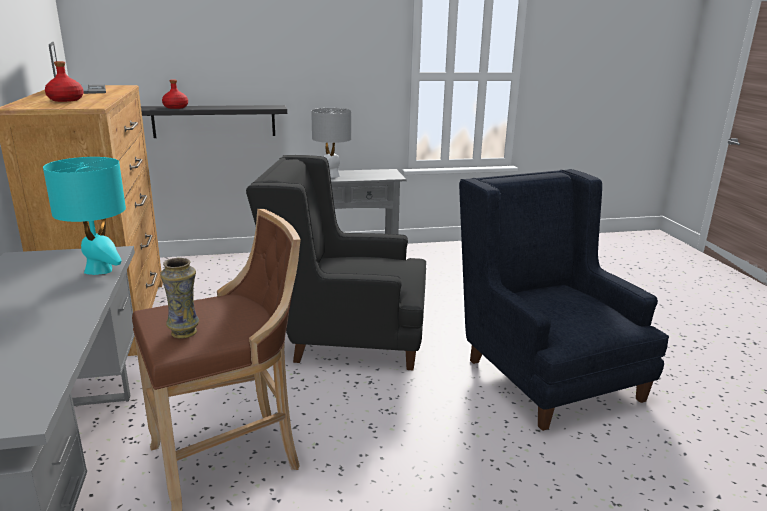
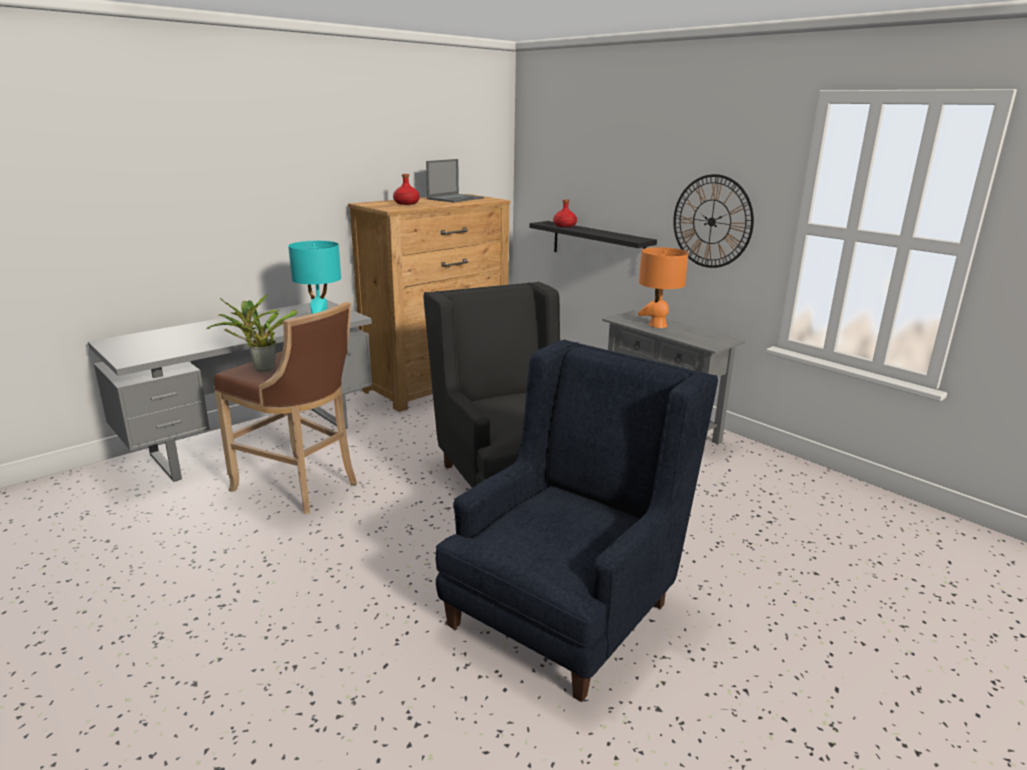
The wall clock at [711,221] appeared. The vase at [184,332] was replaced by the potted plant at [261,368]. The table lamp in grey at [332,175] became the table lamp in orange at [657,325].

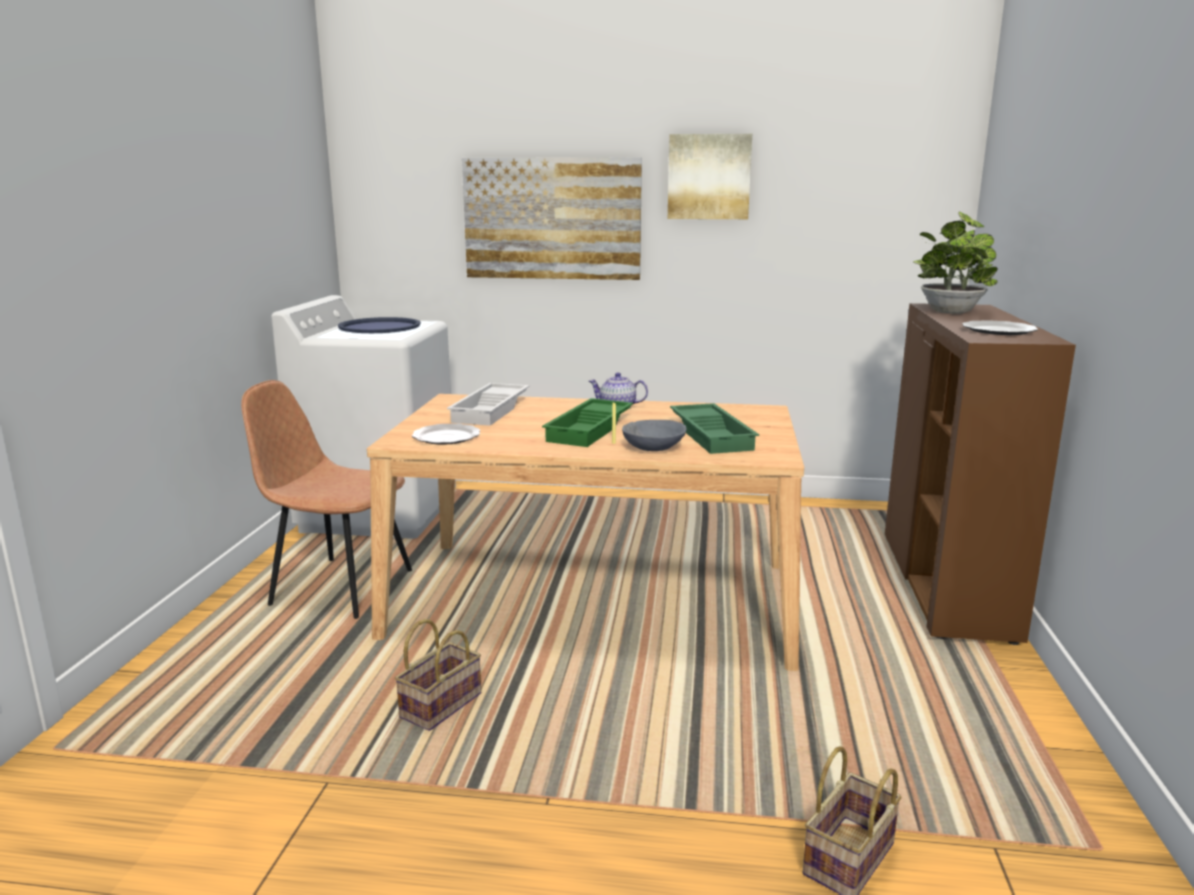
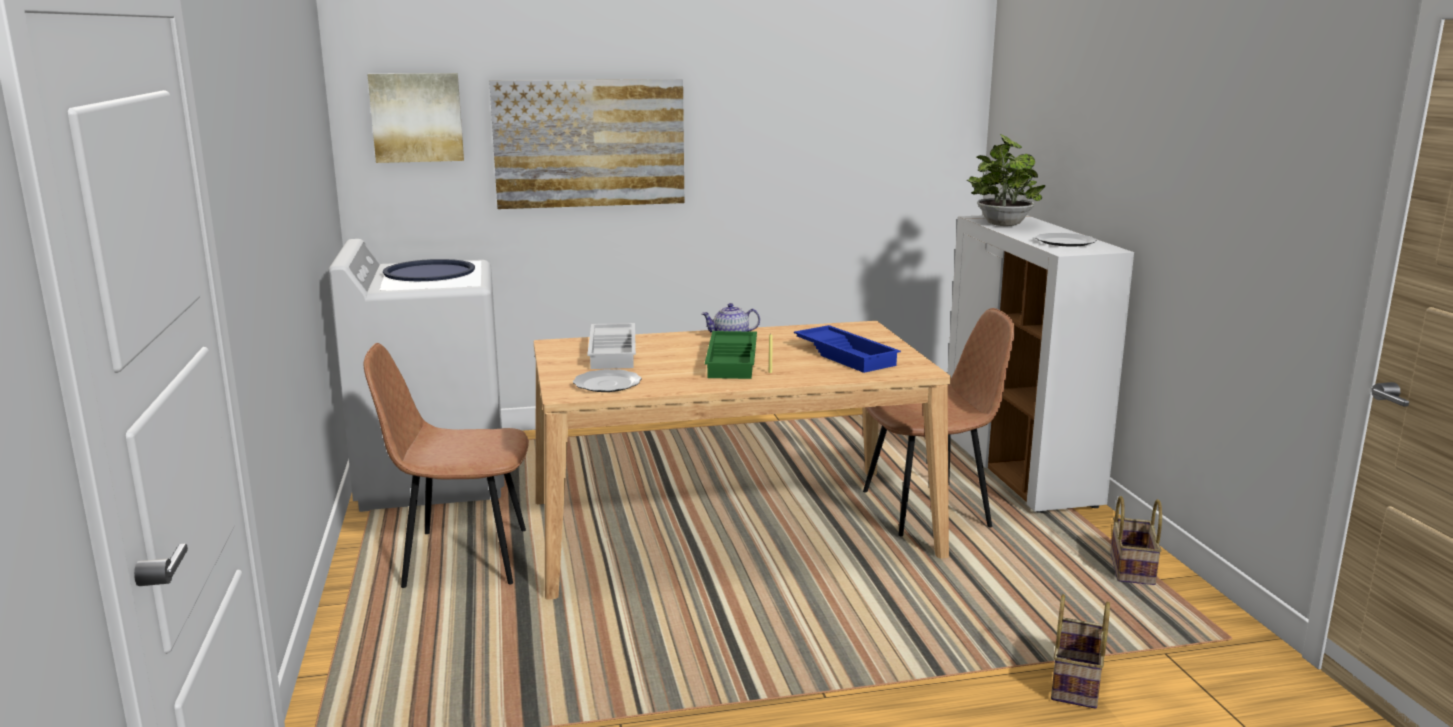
The bowl in grey at [654,448] disappeared. The chair in brown at [929,509] appeared. The basket moved from [441,704] to [1130,567]. The picture moved from [709,177] to [417,117]. The tray in green at [713,435] became the tray in blue at [847,355]. The cabinet in brown at [947,587] became the cabinet in white at [1019,470].

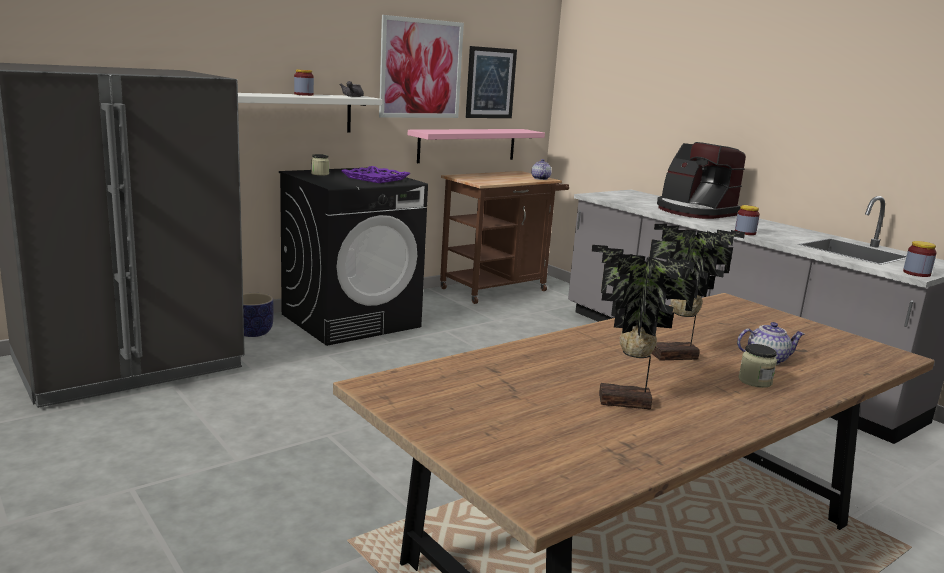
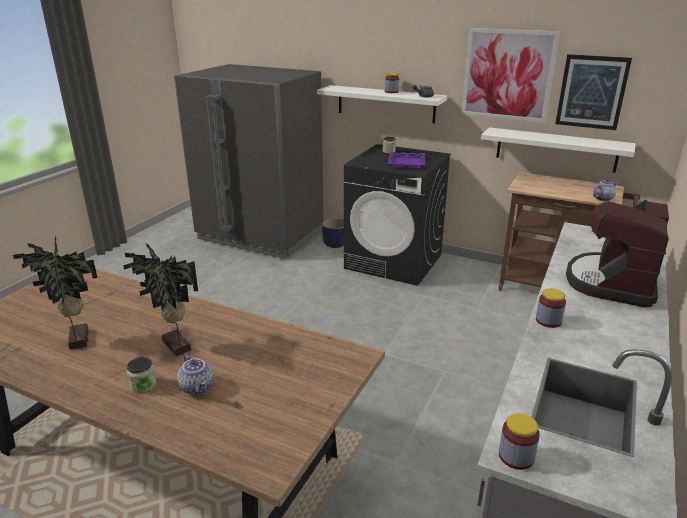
The shelf in pink at [467,145] became the shelf in white at [556,149].

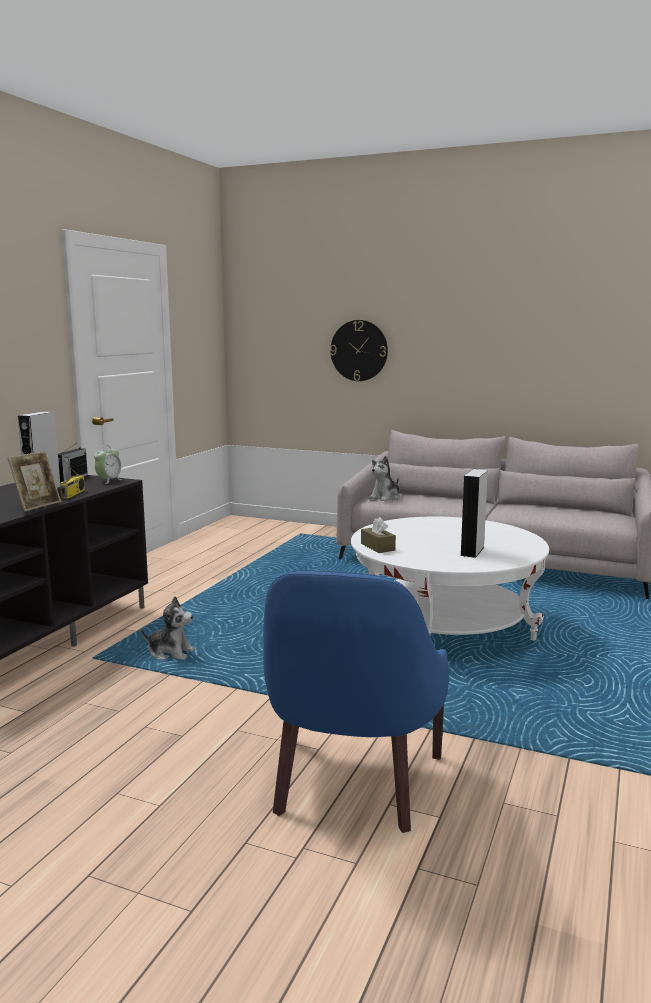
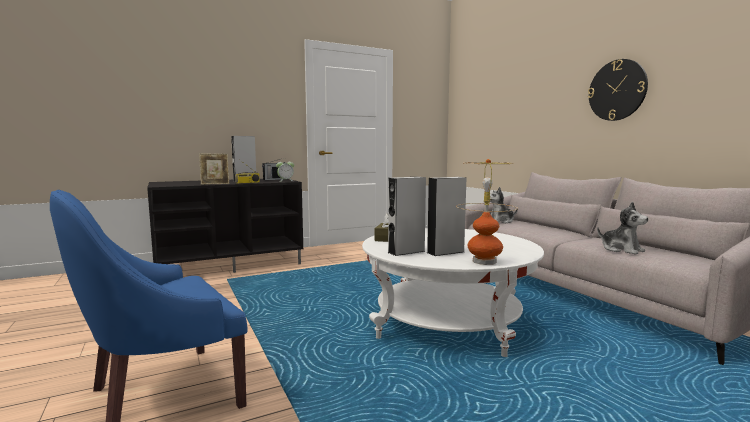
The speaker in grey at [406,252] appeared. The table lamp at [484,261] appeared. The plush toy moved from [170,653] to [621,250]. The wall clock moved from [359,350] to [617,90].

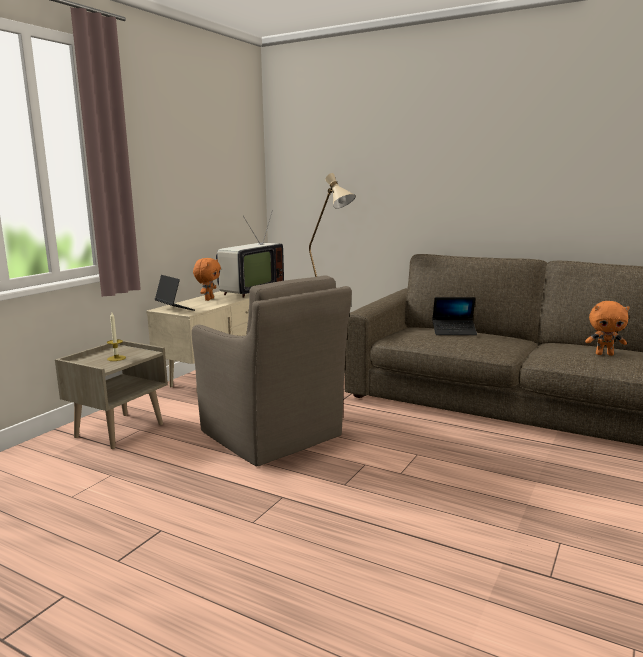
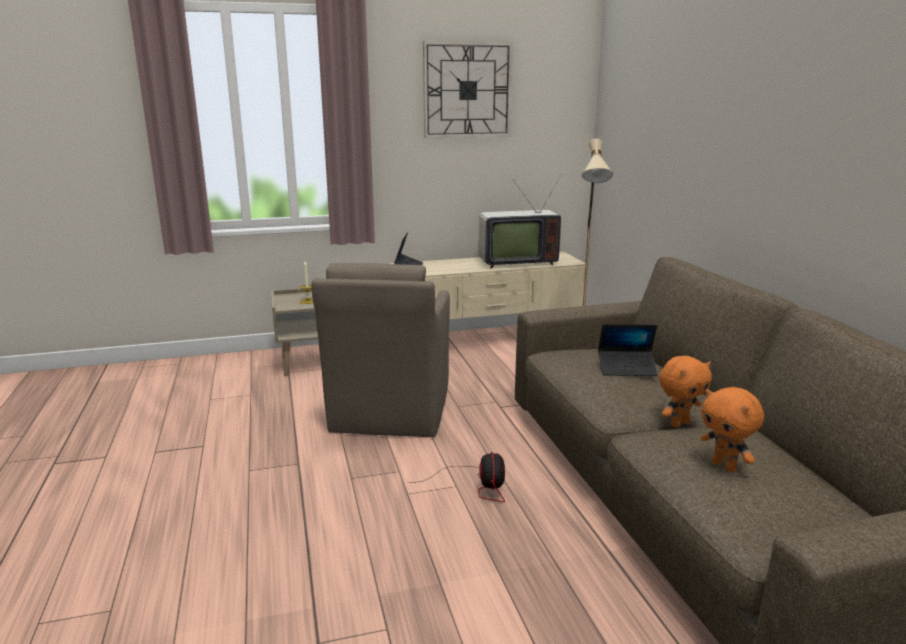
The fan at [476,486] appeared. The wall clock at [467,90] appeared. The plush toy in orange moved from [208,299] to [679,423]. The laptop at [454,332] turned 45 degrees counterclockwise.

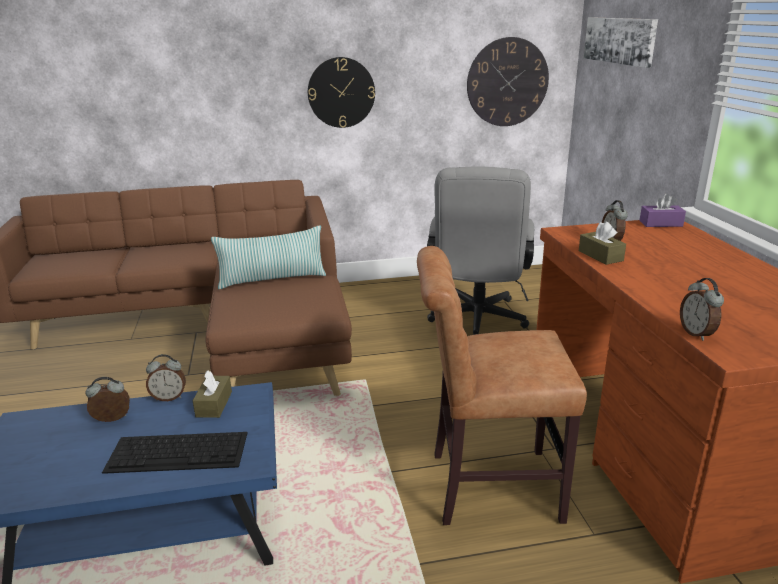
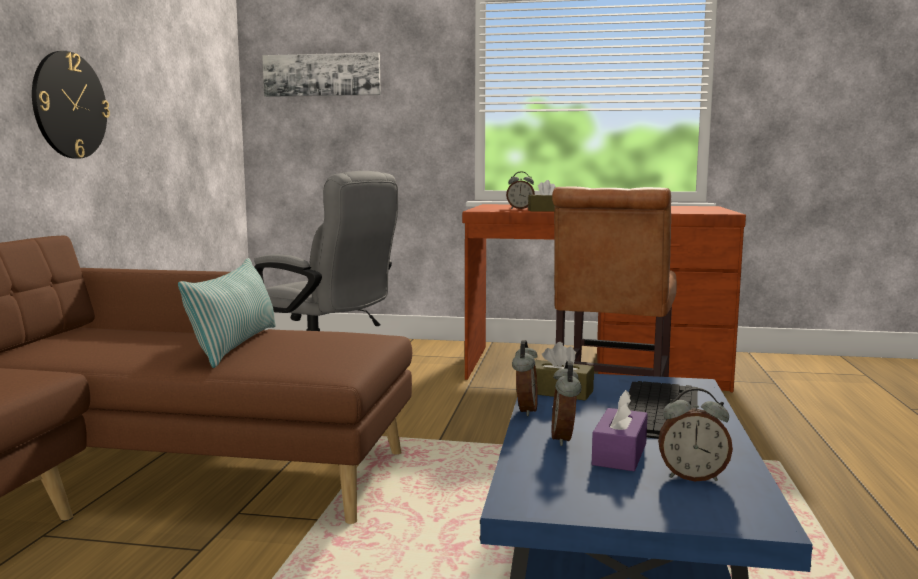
The wall clock at [507,82] disappeared. The tissue box in purple moved from [660,223] to [619,454]. The alarm clock moved from [697,333] to [692,477].

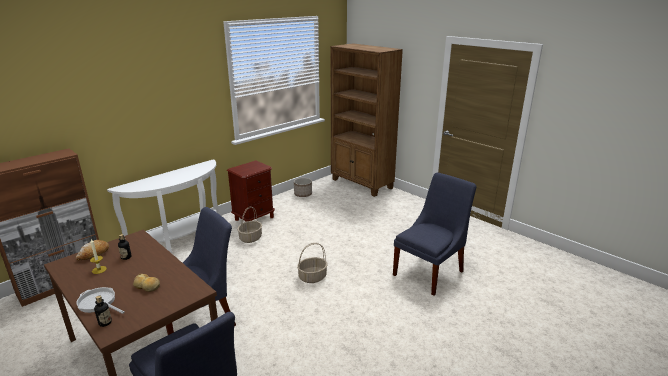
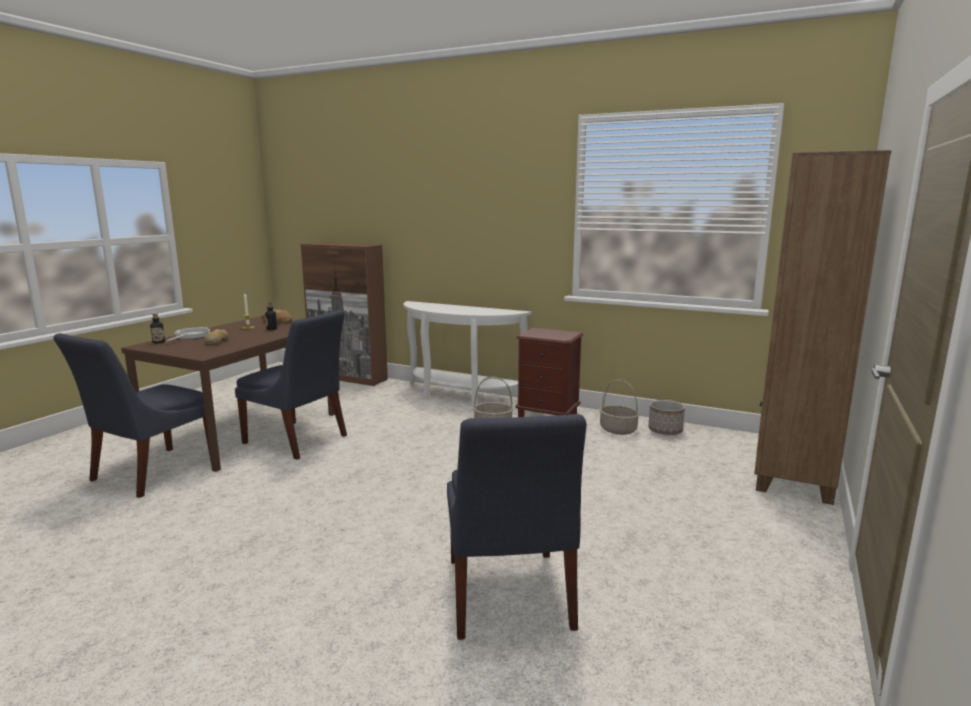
The basket moved from [312,277] to [618,430]. The chair in blue at [430,271] turned 60 degrees clockwise.

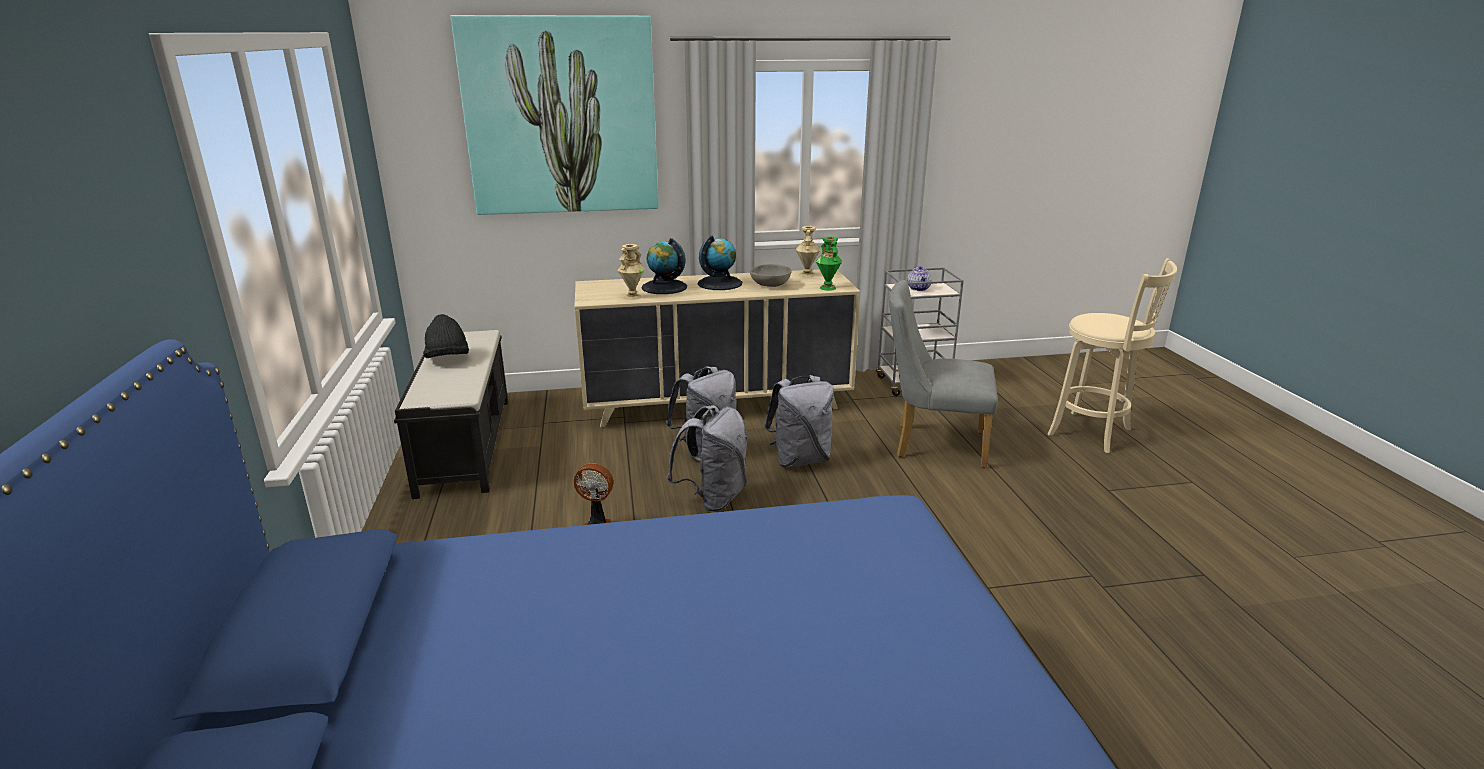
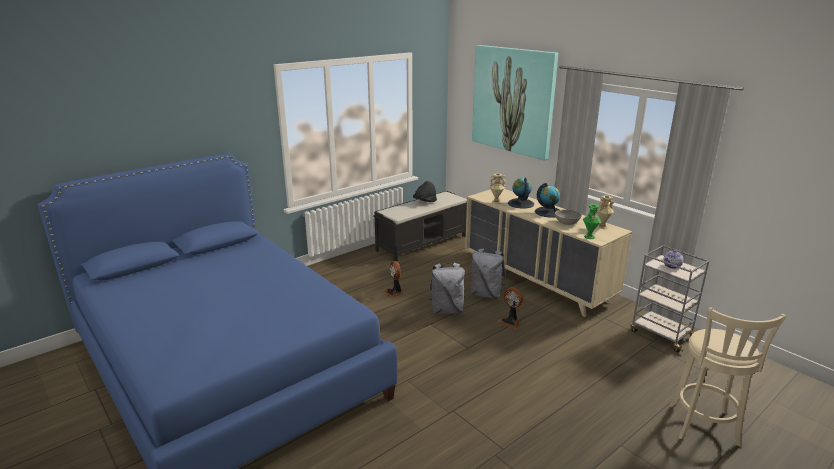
The chair in grey at [932,444] disappeared. The backpack in grey at [800,459] was replaced by the fan at [510,322].

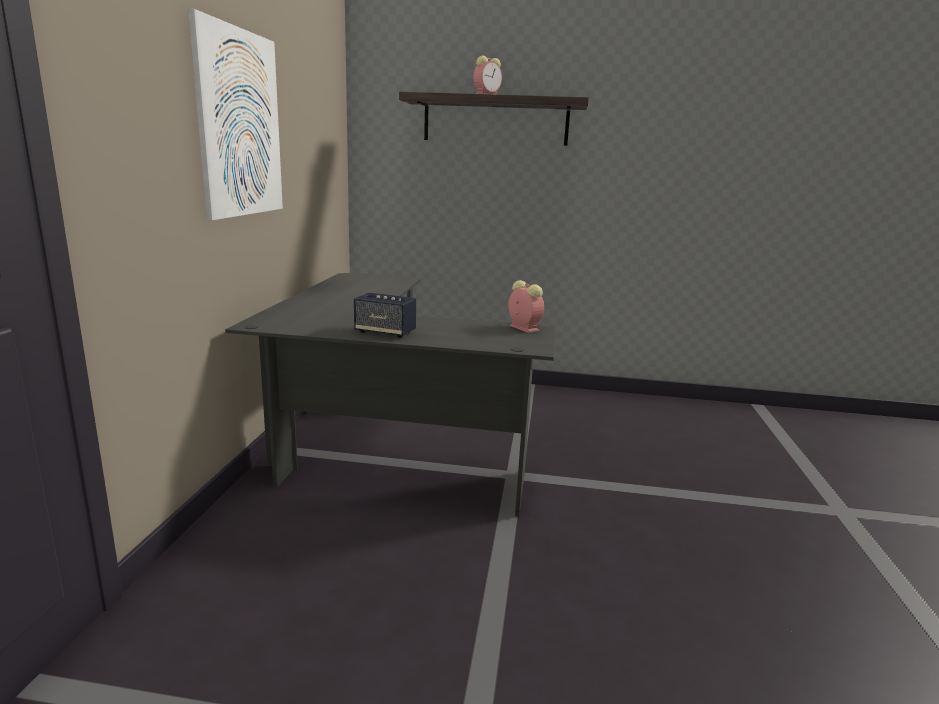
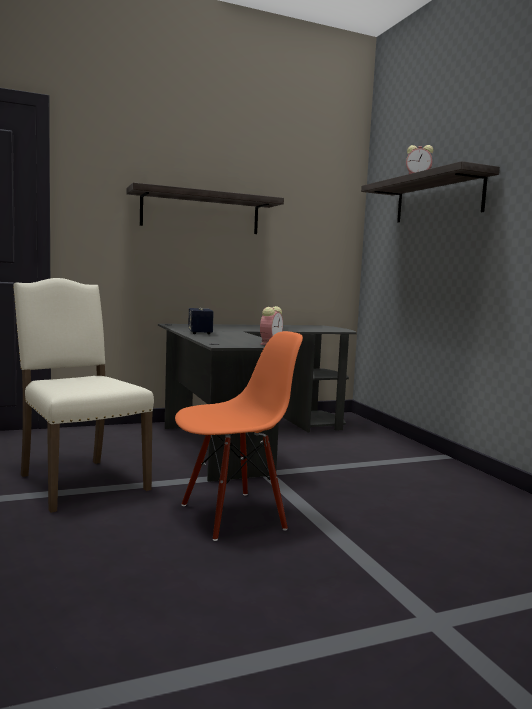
The chair in beige at [79,482] appeared. The chair in orange at [233,515] appeared. The picture at [240,124] was replaced by the shelf at [200,212].

